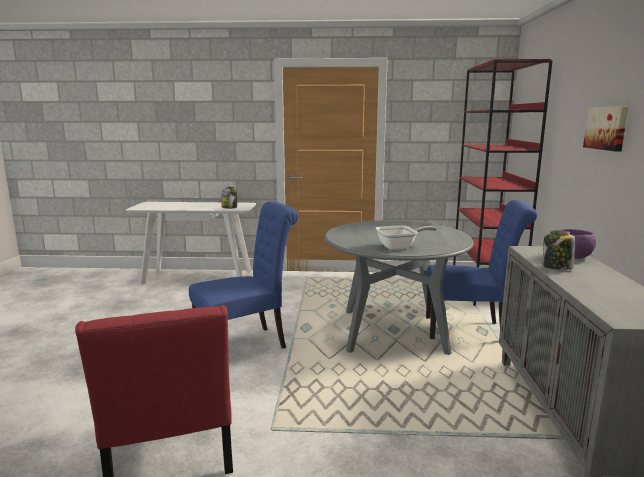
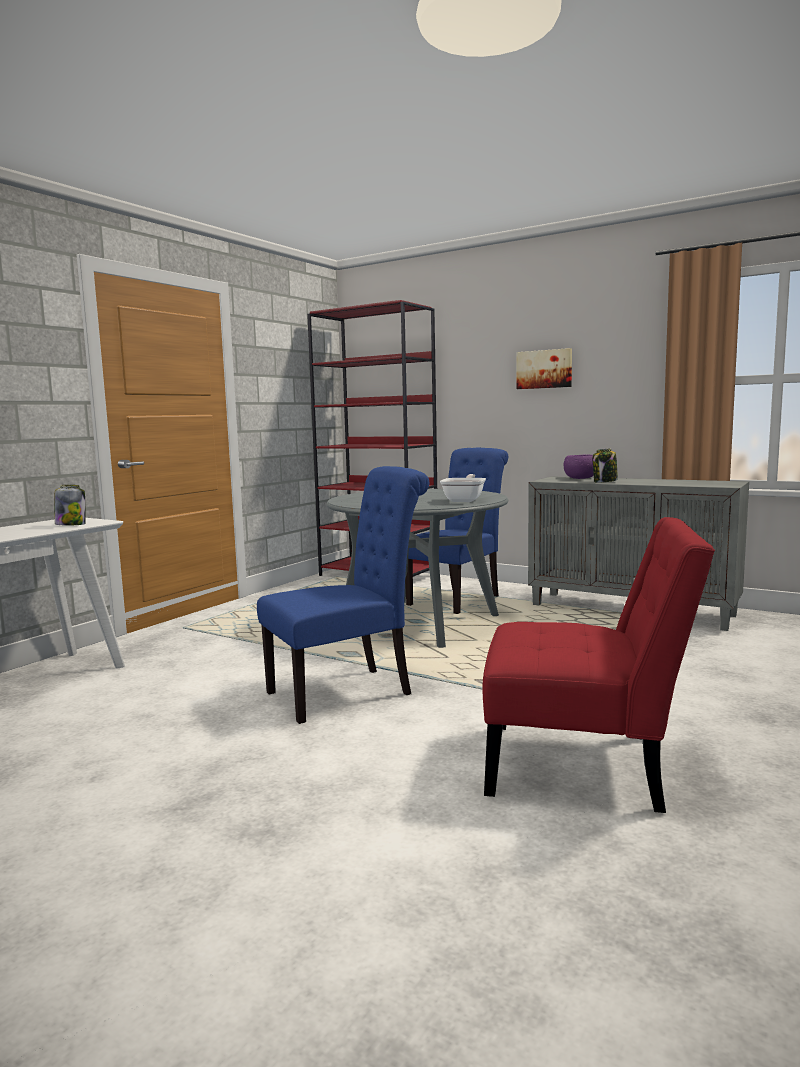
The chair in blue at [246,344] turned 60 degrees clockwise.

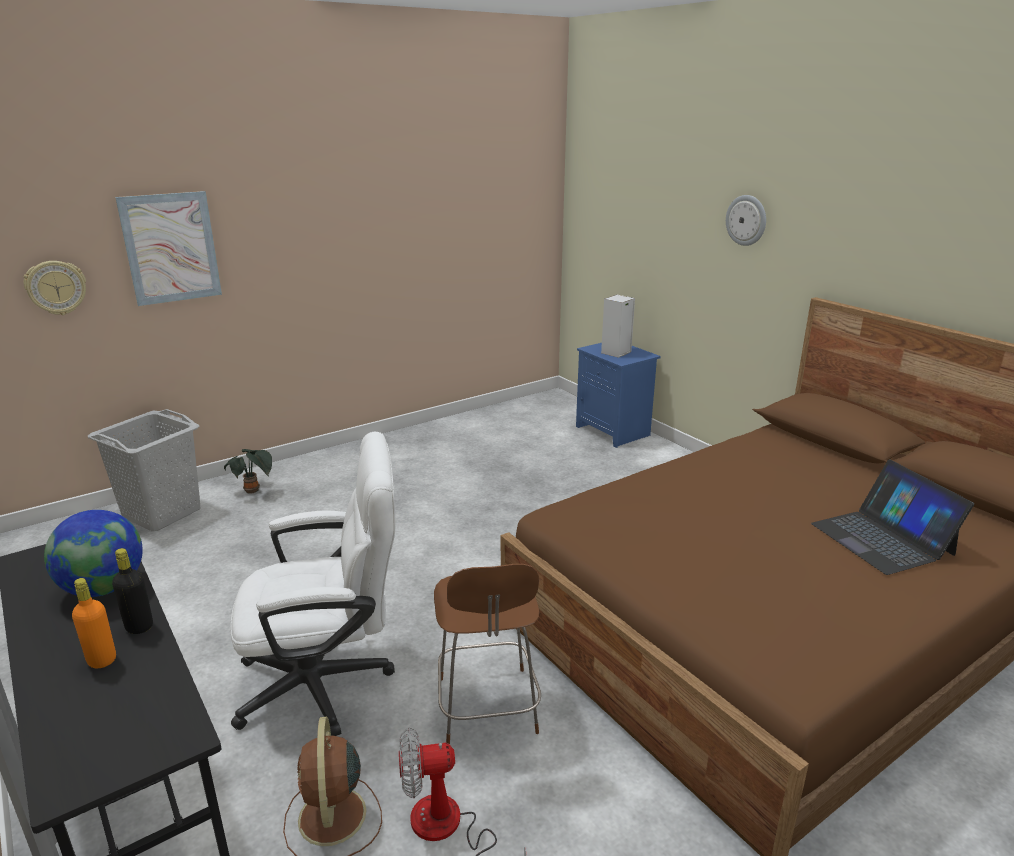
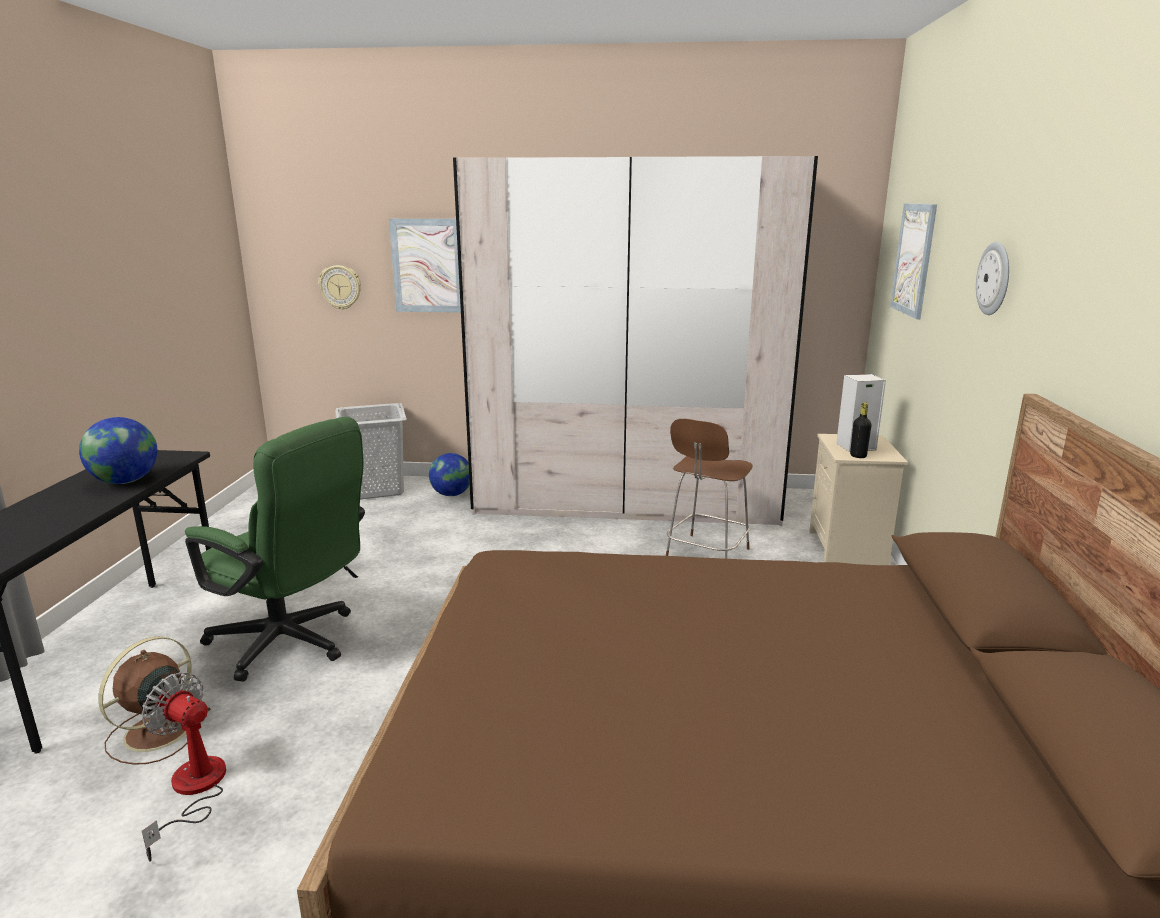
The bottle in orange at [102,660] disappeared. The laptop at [882,539] disappeared. The wardrobe in beige at [626,501] appeared. The picture at [913,259] appeared. The bottle in black moved from [139,627] to [858,456]. The chair in brown moved from [487,708] to [706,555]. The potted plant at [253,491] was replaced by the globe at [452,494]. The office chair in white at [329,682] became the office chair in green at [292,644]. The nightstand in blue at [614,431] became the nightstand in beige at [849,549].

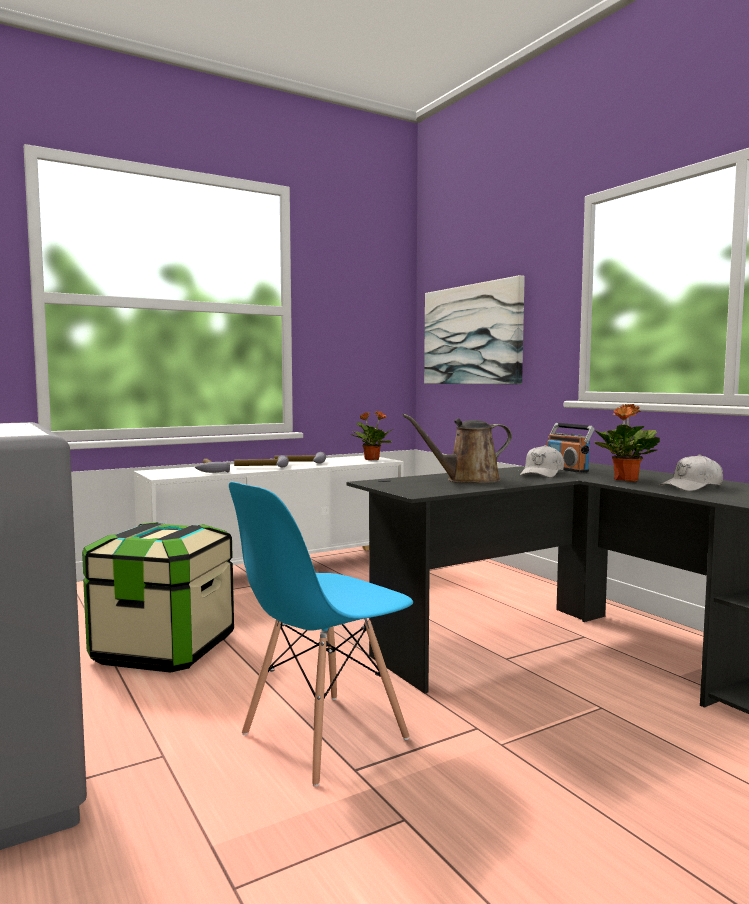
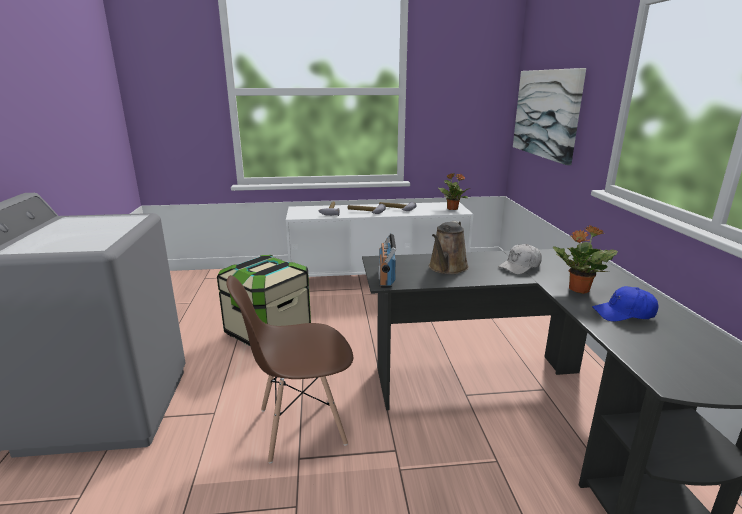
The radio moved from [567,469] to [386,278]. The chair in blue at [323,737] became the chair in brown at [301,426]. The cap in white at [692,487] became the cap in blue at [624,313]. The watering can in brown at [467,480] turned 75 degrees counterclockwise.

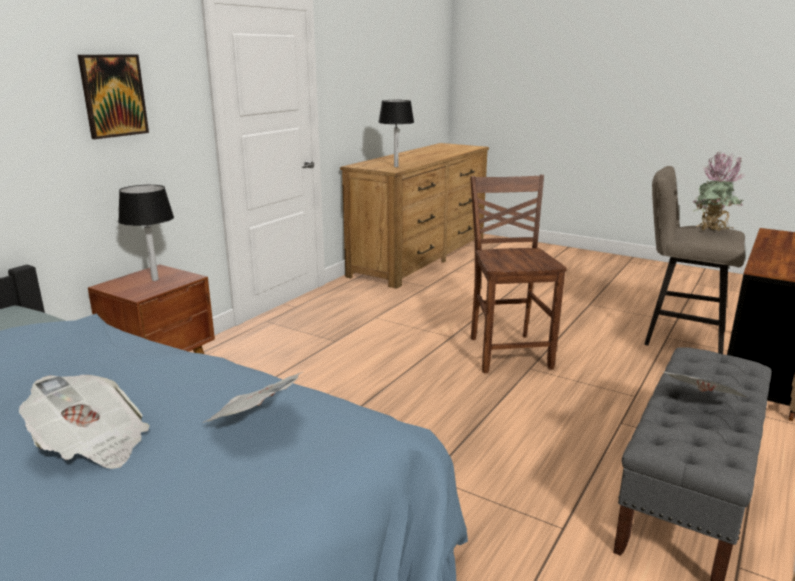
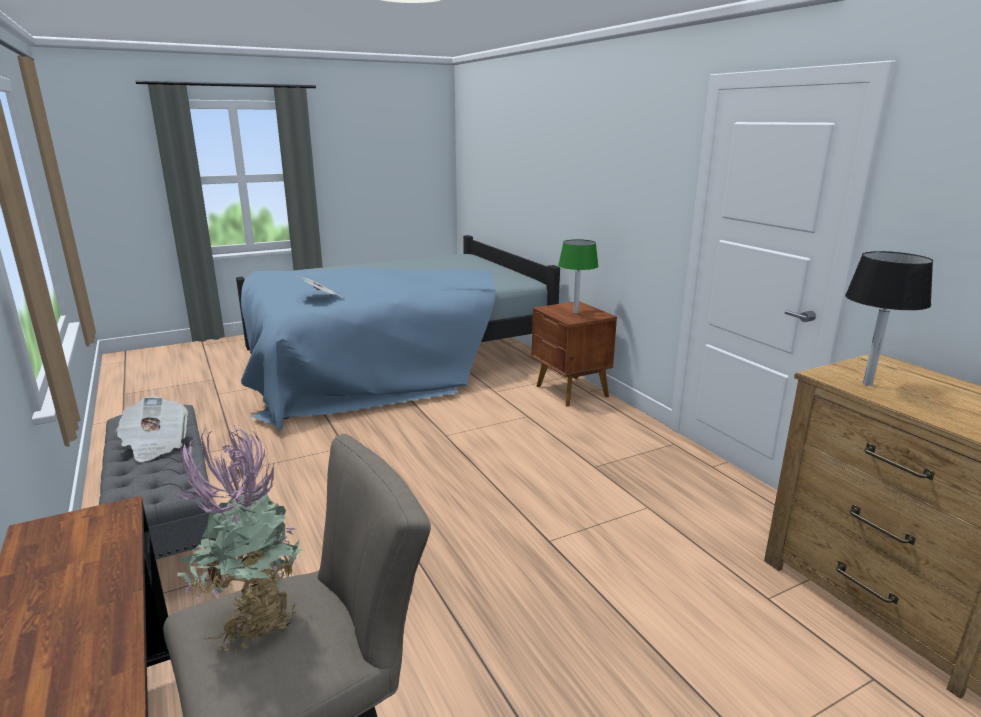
The newspaper at [92,445] disappeared. The picture at [113,96] disappeared. The chair in brown at [508,352] disappeared. The table lamp in black at [155,280] became the table lamp in green at [575,313].

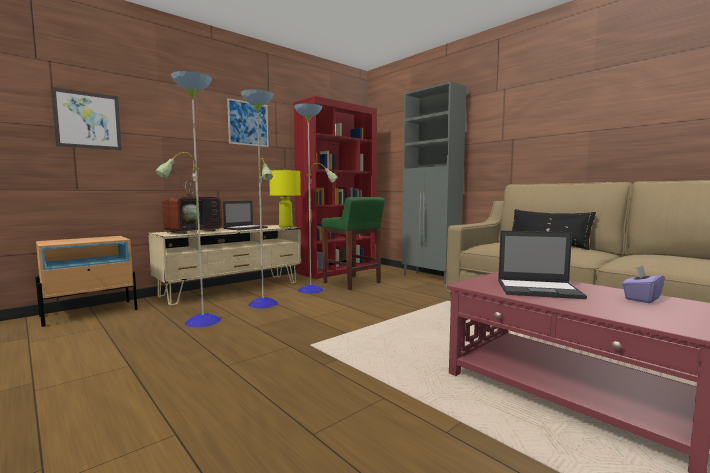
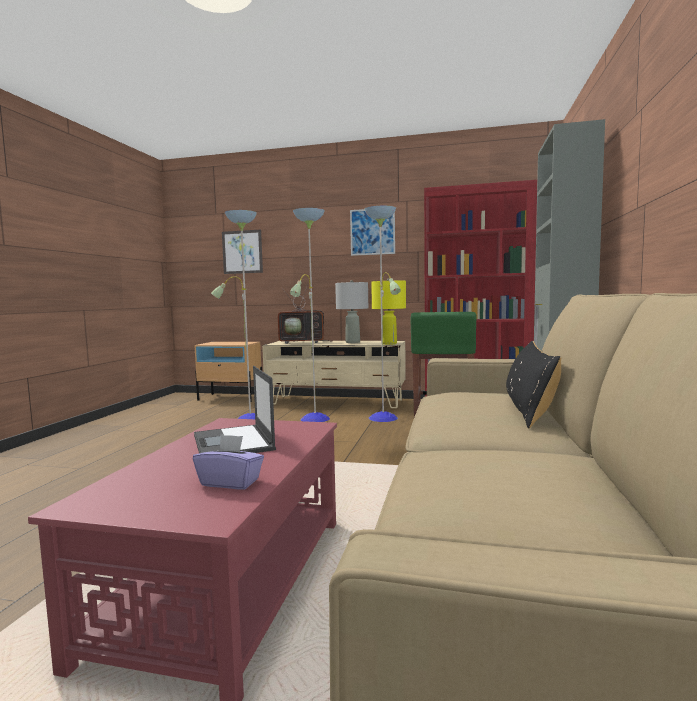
The laptop at [246,228] was replaced by the table lamp in grey at [353,342].

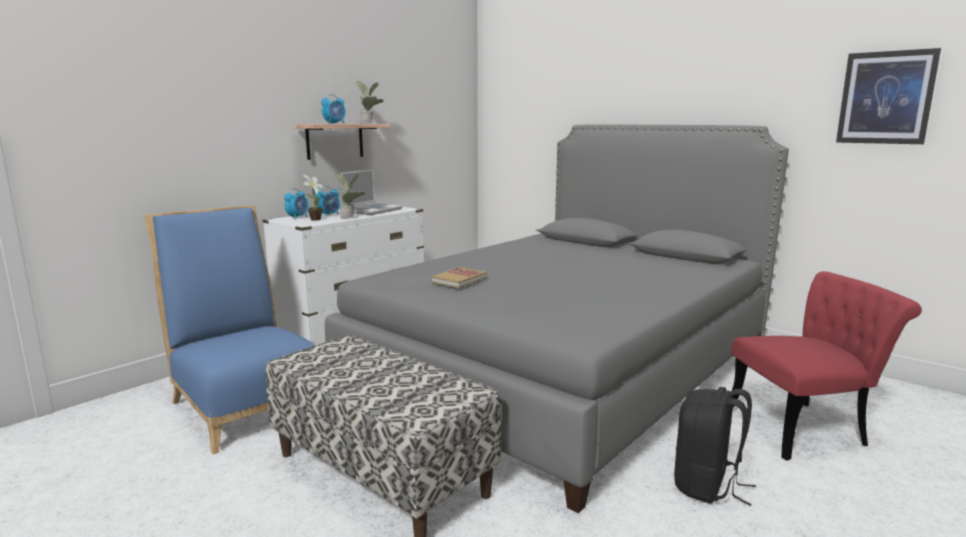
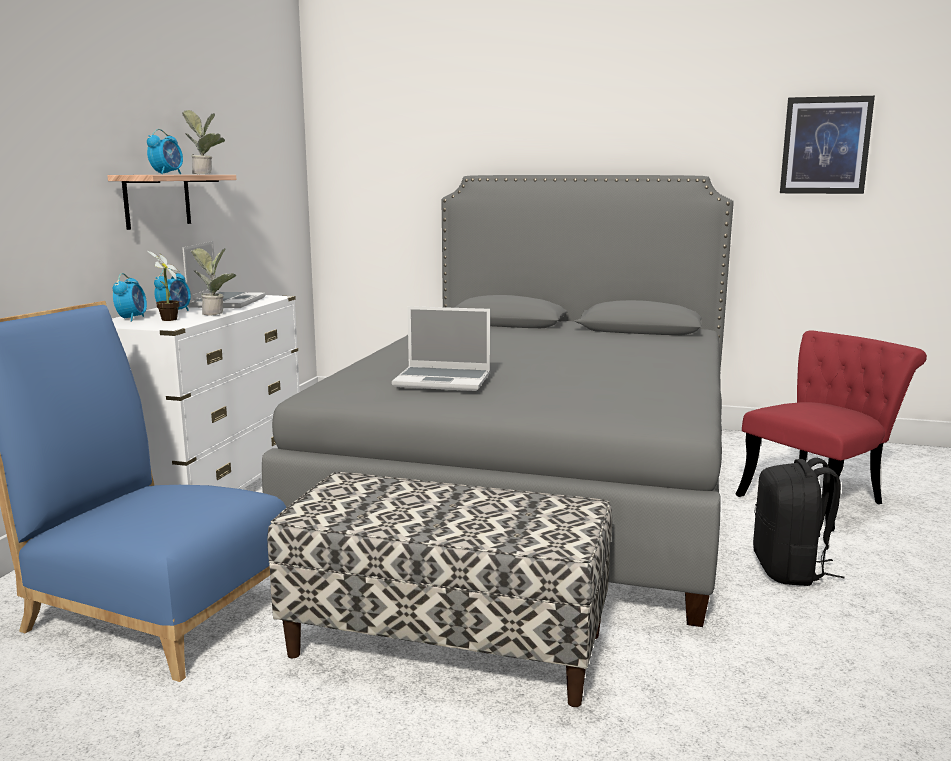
The book at [459,280] was replaced by the laptop at [444,381].

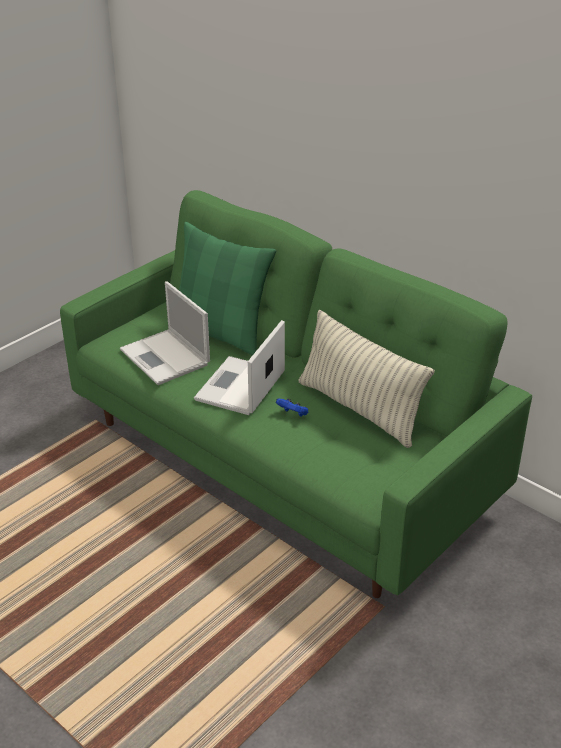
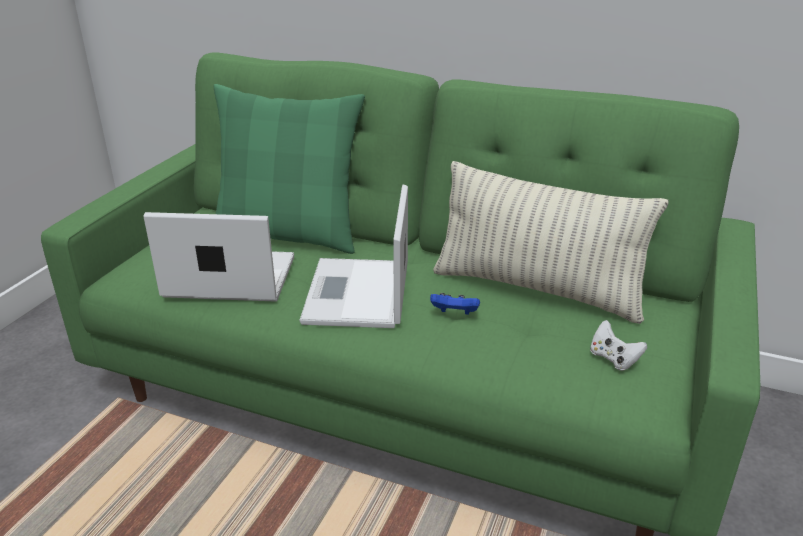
The game controller in white at [613,359] appeared. The laptop at [166,358] turned 150 degrees clockwise.

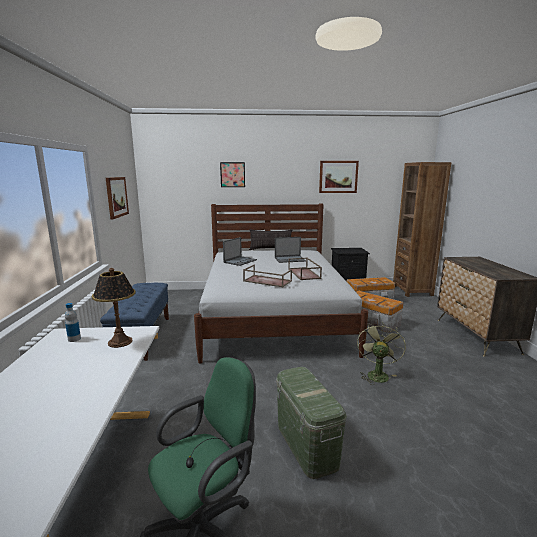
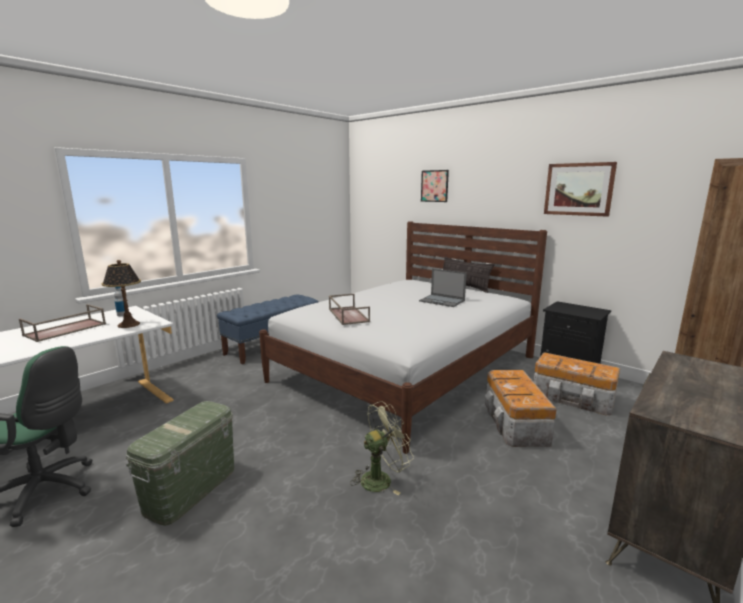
The picture at [116,197] disappeared. The laptop at [240,261] disappeared. The tray in brown moved from [304,273] to [65,330].

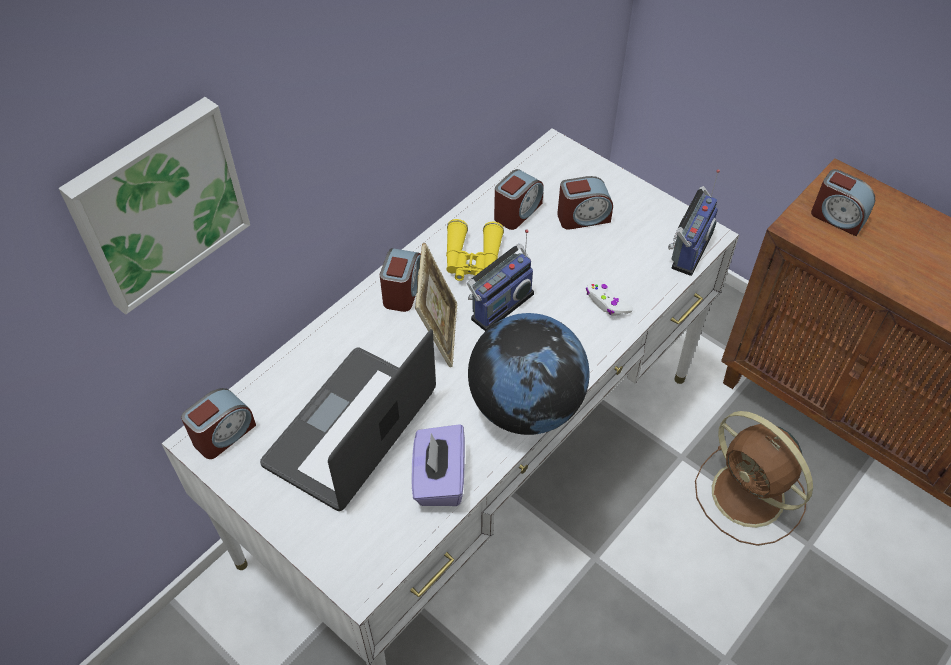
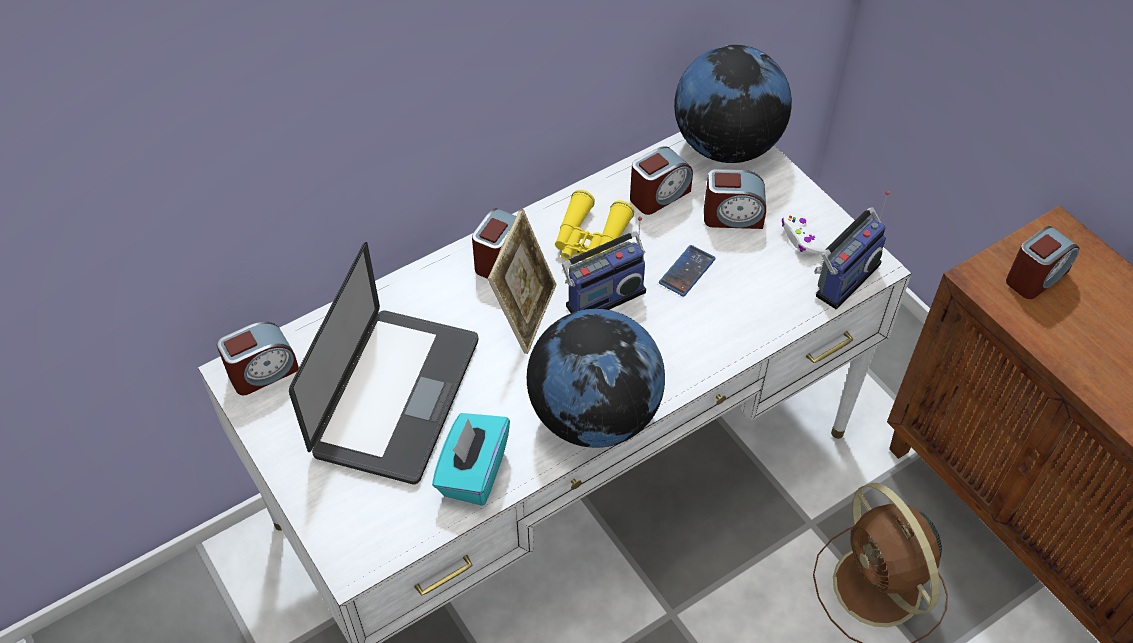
The picture at [157,203] disappeared. The phone at [687,271] appeared. The globe at [726,145] appeared. The game controller in white moved from [606,302] to [802,239]. The tissue box in purple at [439,479] became the tissue box in turquoise at [473,472]. The laptop at [351,429] turned 150 degrees clockwise. The alarm clock at [837,217] turned 90 degrees counterclockwise.

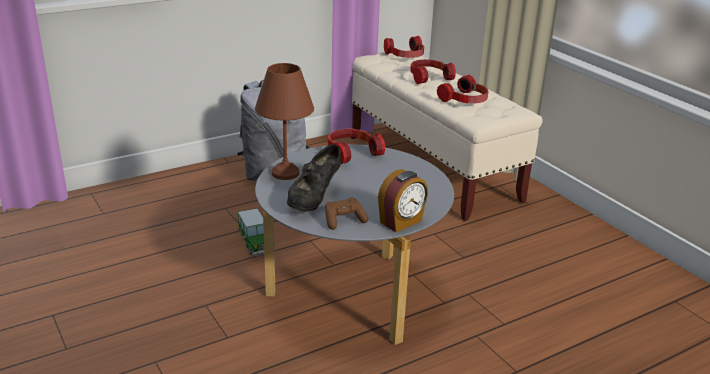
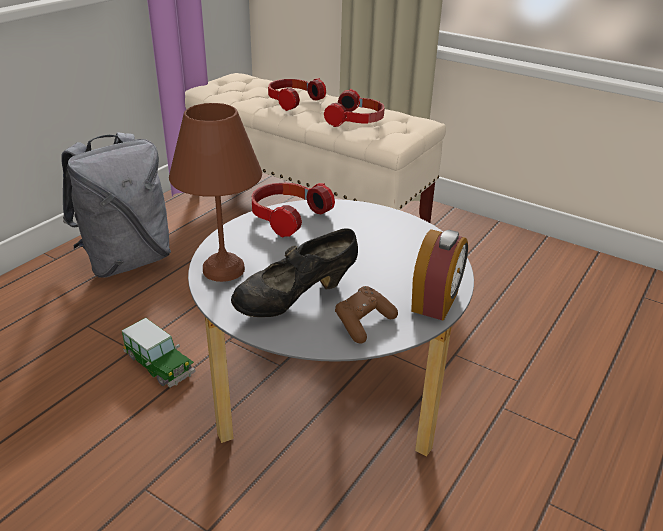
The headphones at [405,56] disappeared. The shoe in black at [314,199] turned 60 degrees clockwise.

